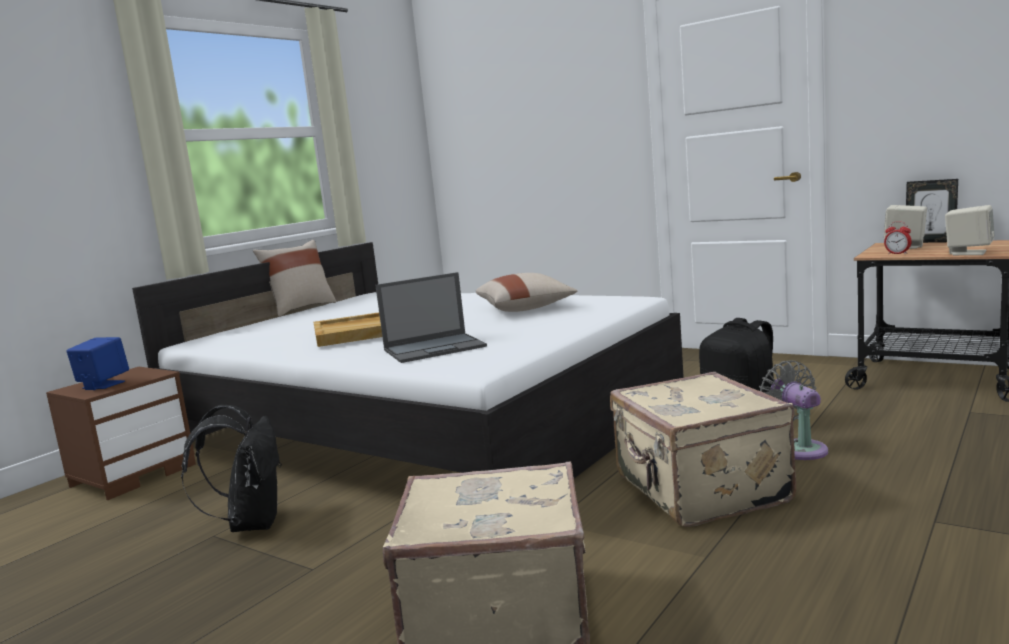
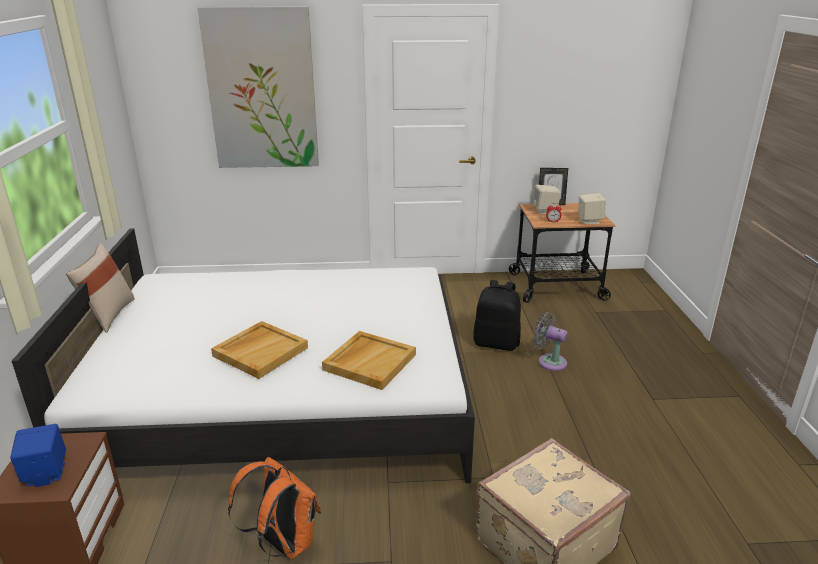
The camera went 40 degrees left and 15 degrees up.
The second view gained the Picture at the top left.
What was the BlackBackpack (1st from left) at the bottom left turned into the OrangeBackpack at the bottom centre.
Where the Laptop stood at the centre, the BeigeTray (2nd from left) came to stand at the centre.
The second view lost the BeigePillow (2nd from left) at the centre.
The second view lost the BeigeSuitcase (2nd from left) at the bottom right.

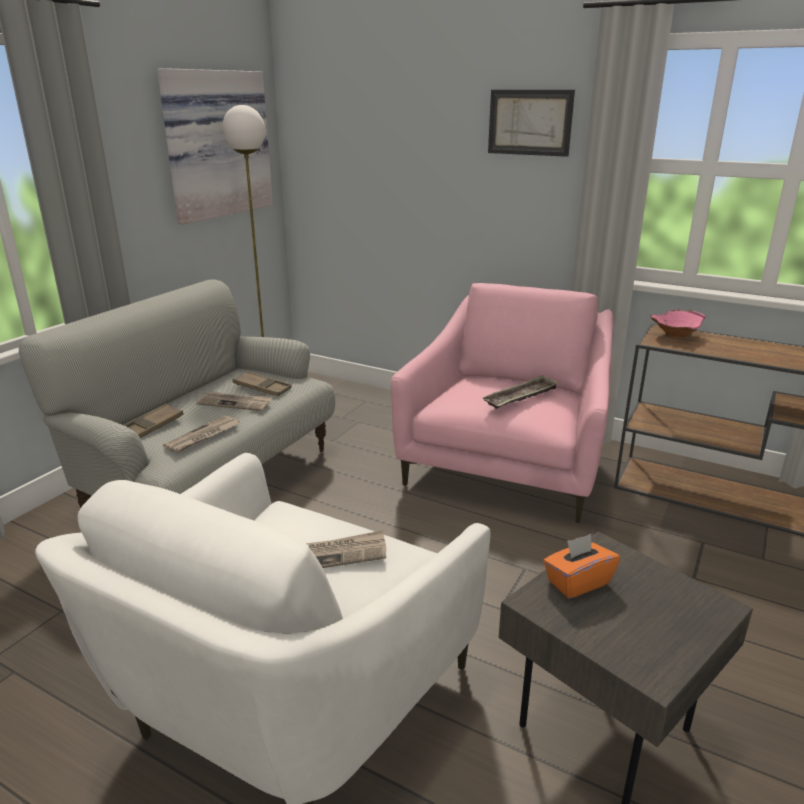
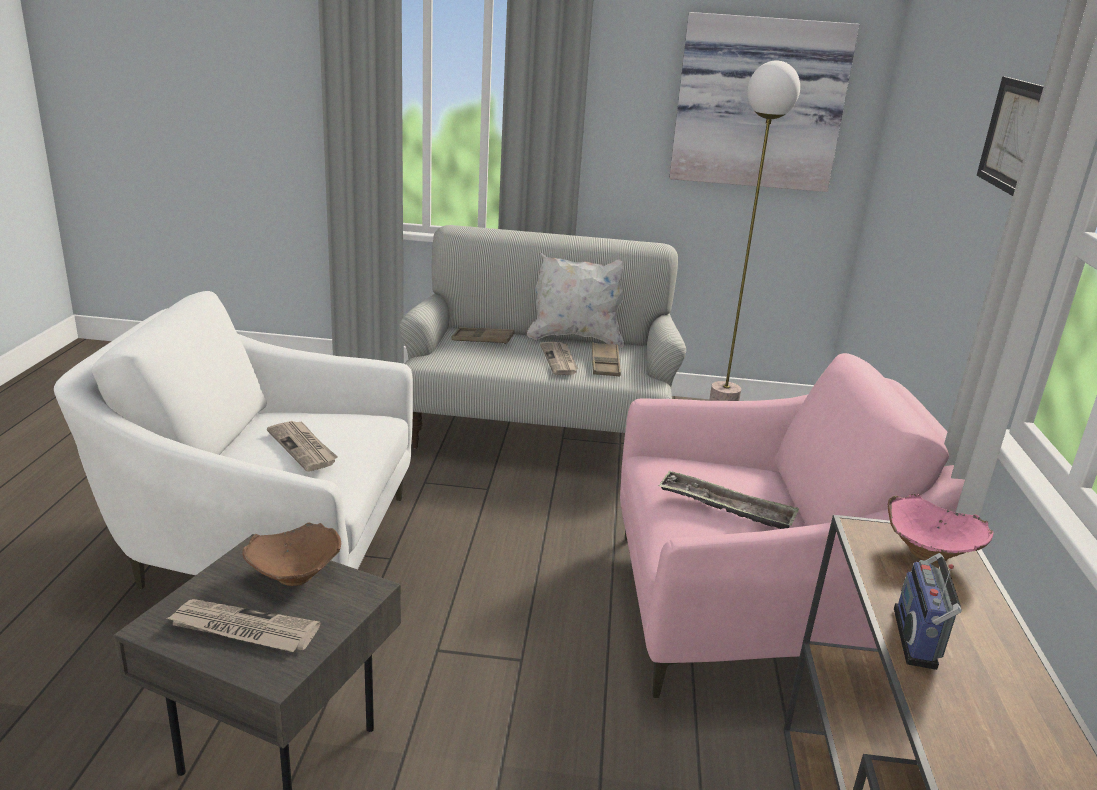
The camera went 65 degrees right and 0 degrees up.
The Newspaper (1st from left) ended up elsewhere, having gone from the middle left to the bottom left.
Where the OrangeTissueBox stood at the bottom right, the BrownBowl came to stand at the bottom left.
The second view gained the WhitePillow at the centre.
The second view gained the Radio at the bottom right.

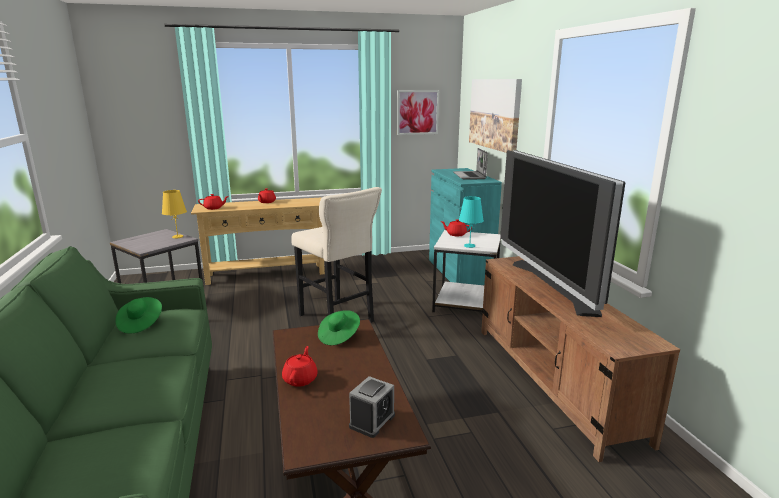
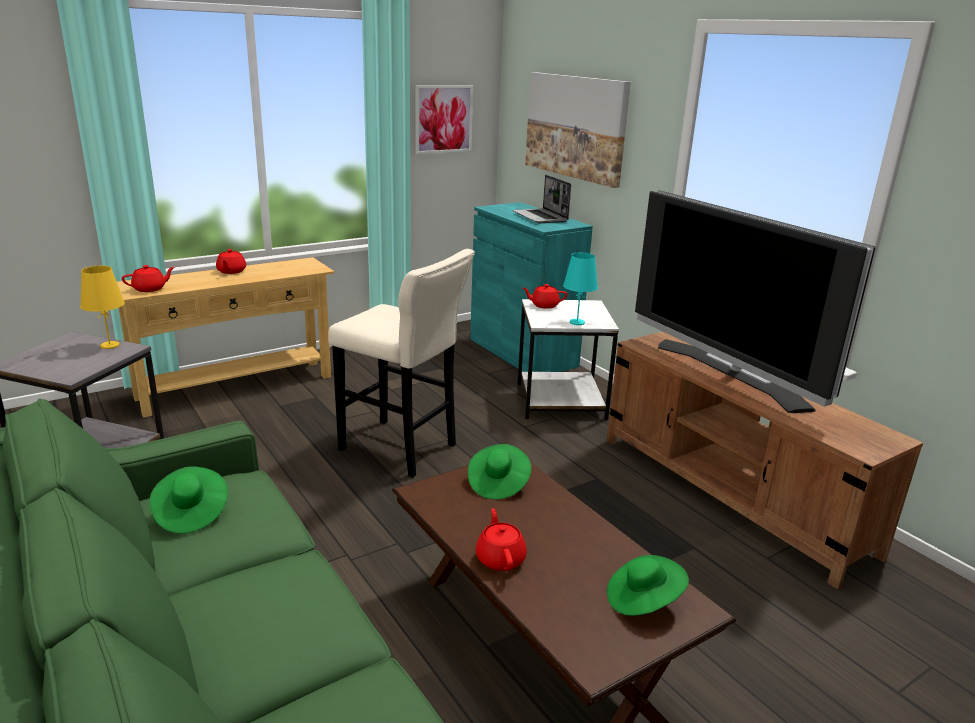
The camera went 20 degrees left and 5 degrees up.
Where the AlarmClock stood at the bottom centre, the GreenHat (3rd from left) came to stand at the bottom centre.

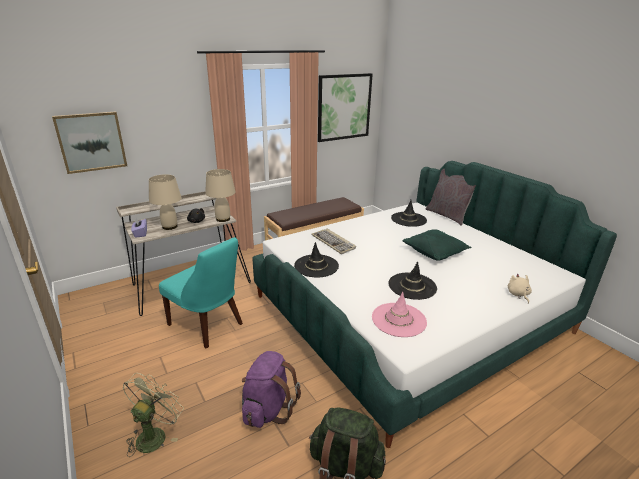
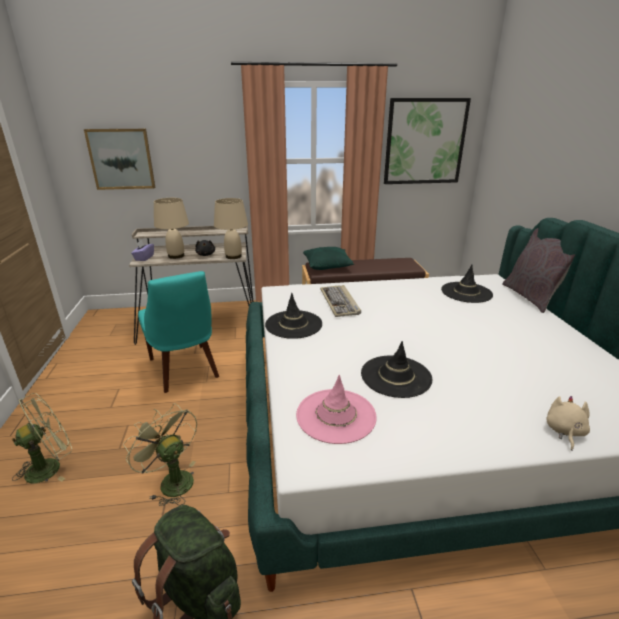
The camera went 25 degrees right and 0 degrees up.
Where the PurpleBackpack stood at the bottom centre, the GreenFan (2nd from left) came to stand at the bottom left.
The GreenPillow ended up elsewhere, having gone from the middle right to the centre.

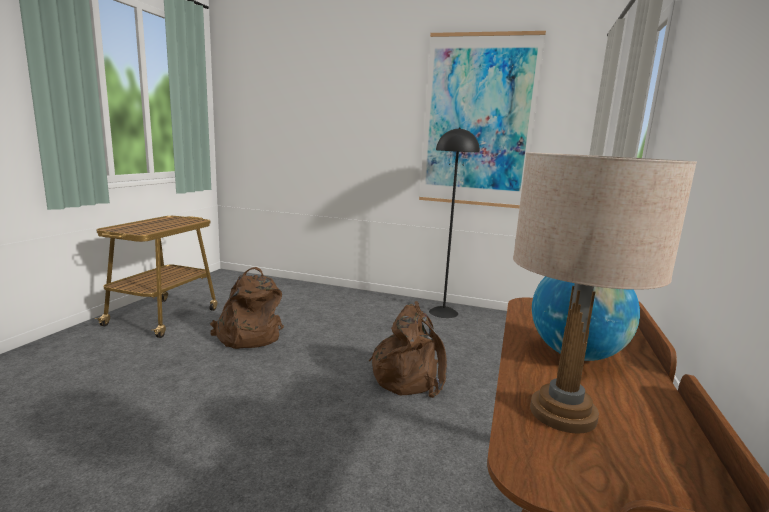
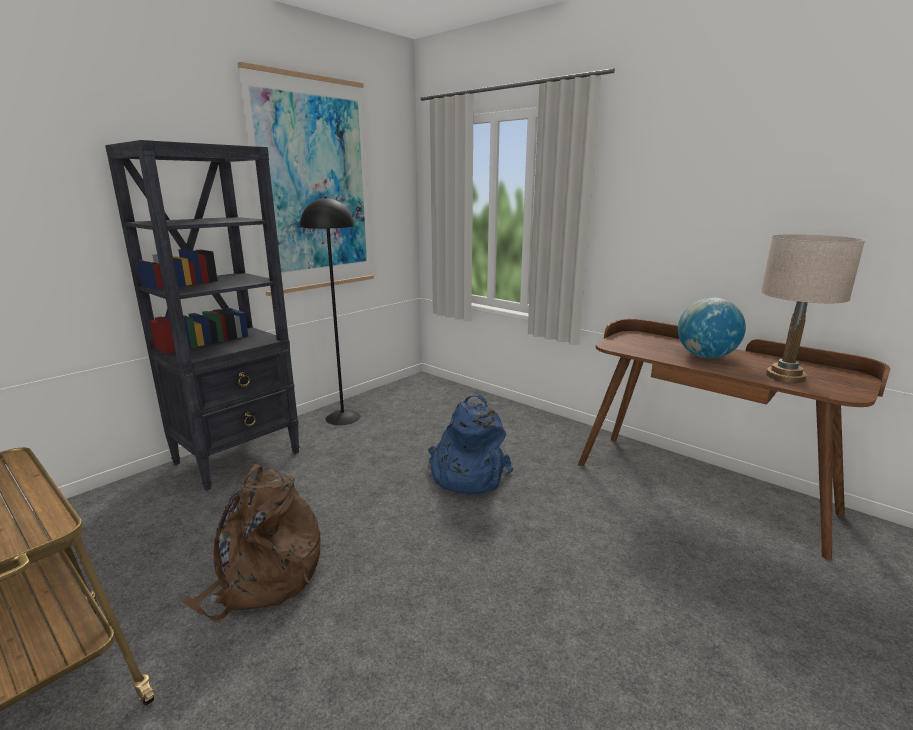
The camera went 65 degrees left and 5 degrees up.
The second view gained the BlackBookcase at the middle left.
What was the BrownBackpack (2nd from left) at the bottom centre turned into the BlueBackpack at the centre.

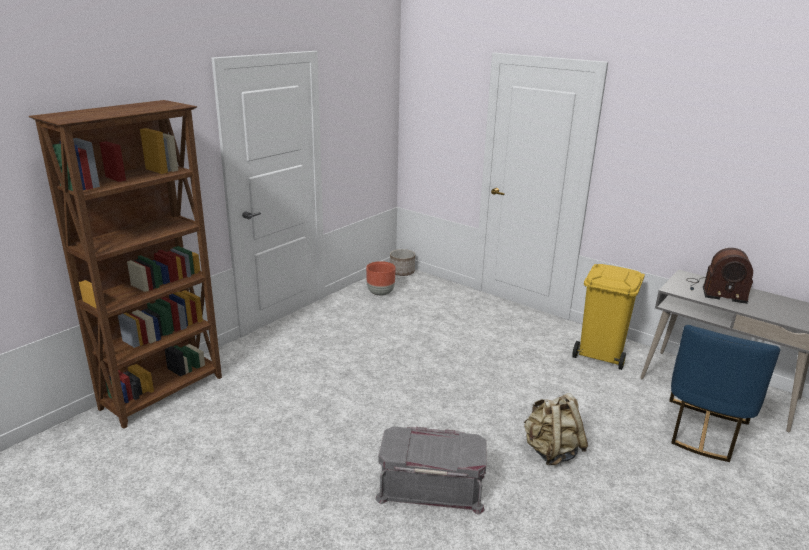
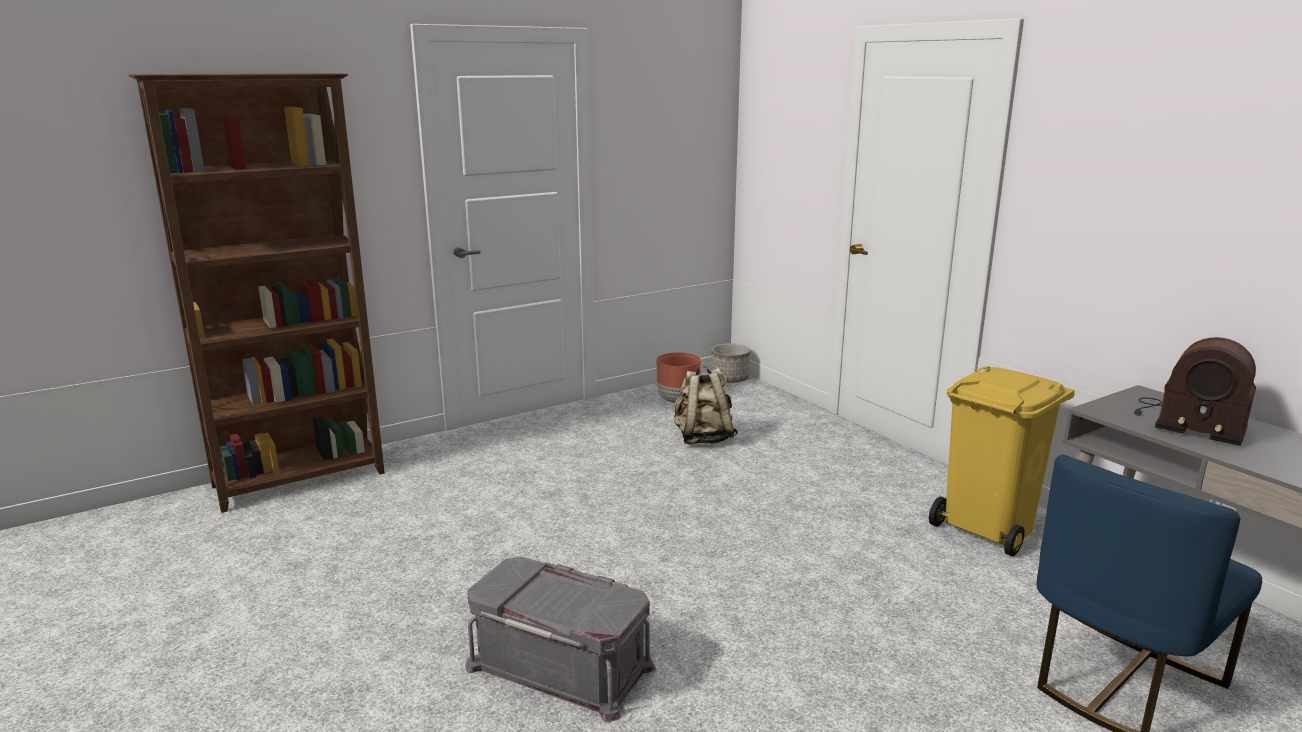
The camera went 20 degrees right and 5 degrees down.
The BeigeBackpack ended up elsewhere, having gone from the bottom right to the centre.

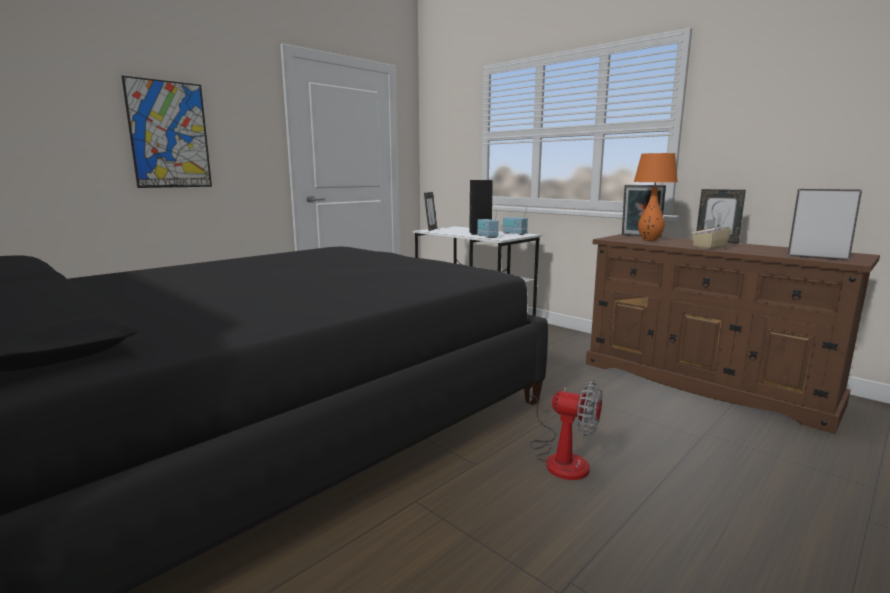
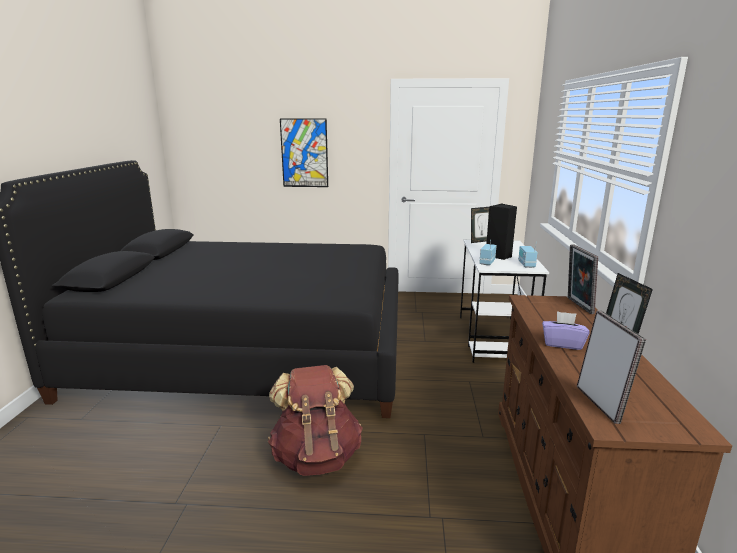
The camera went 50 degrees right and 5 degrees up.
Where the Fan stood at the bottom centre, the BrownBackpack came to stand at the bottom centre.
What was the BeigeTissueBox at the middle right turned into the PurpleTissueBox at the middle right.
The second view lost the OrangeTableLamp at the top right.

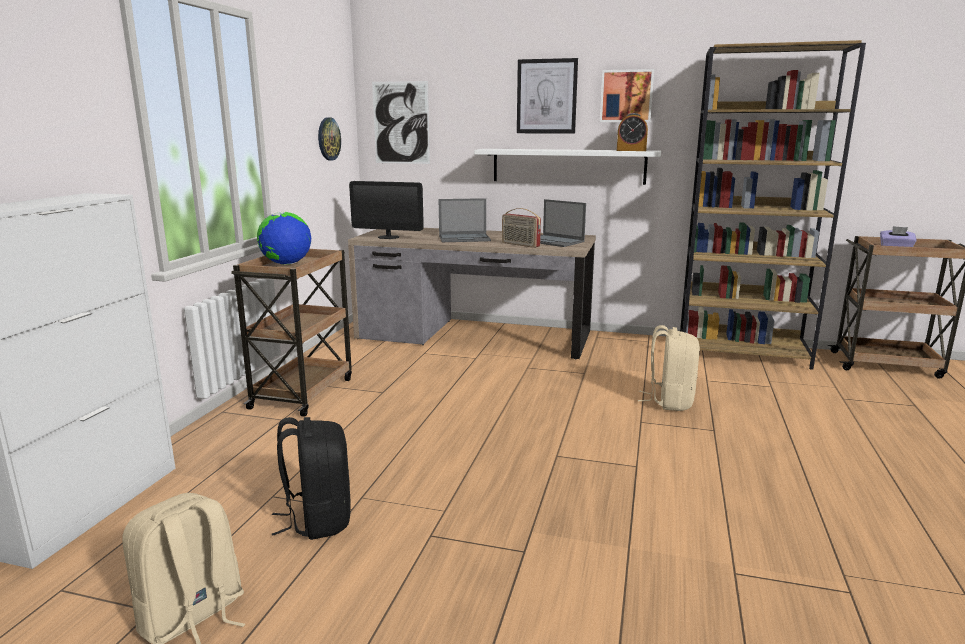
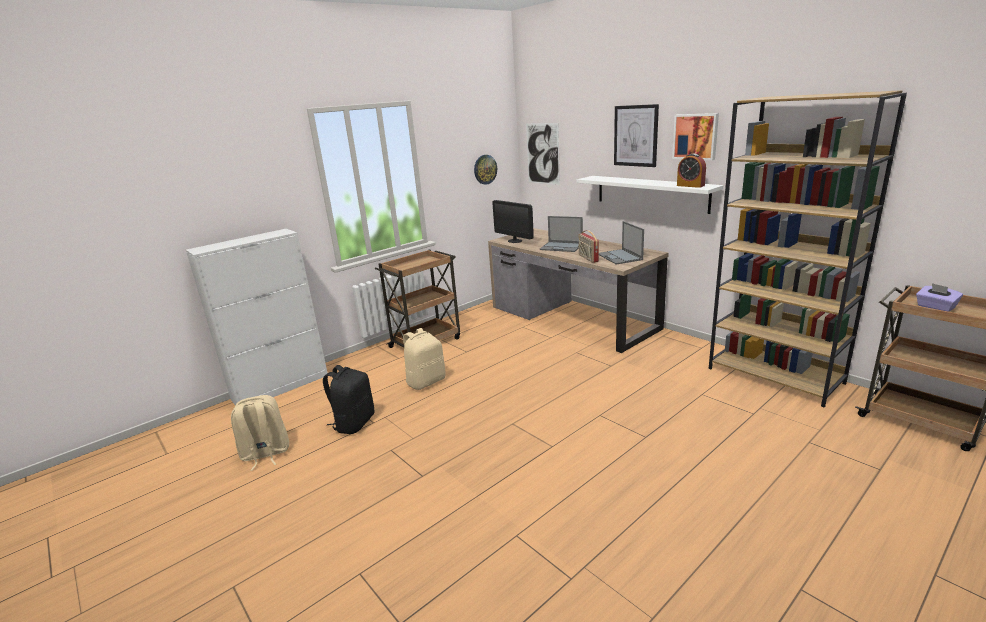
The camera went 35 degrees right and 5 degrees up.
The BeigeBackpack (2nd from left) ended up elsewhere, having gone from the middle right to the centre.
The second view lost the Globe at the middle left.

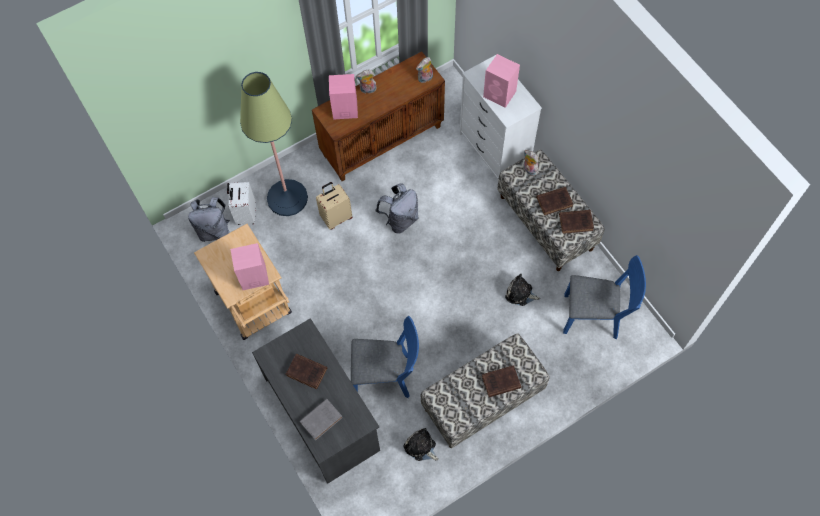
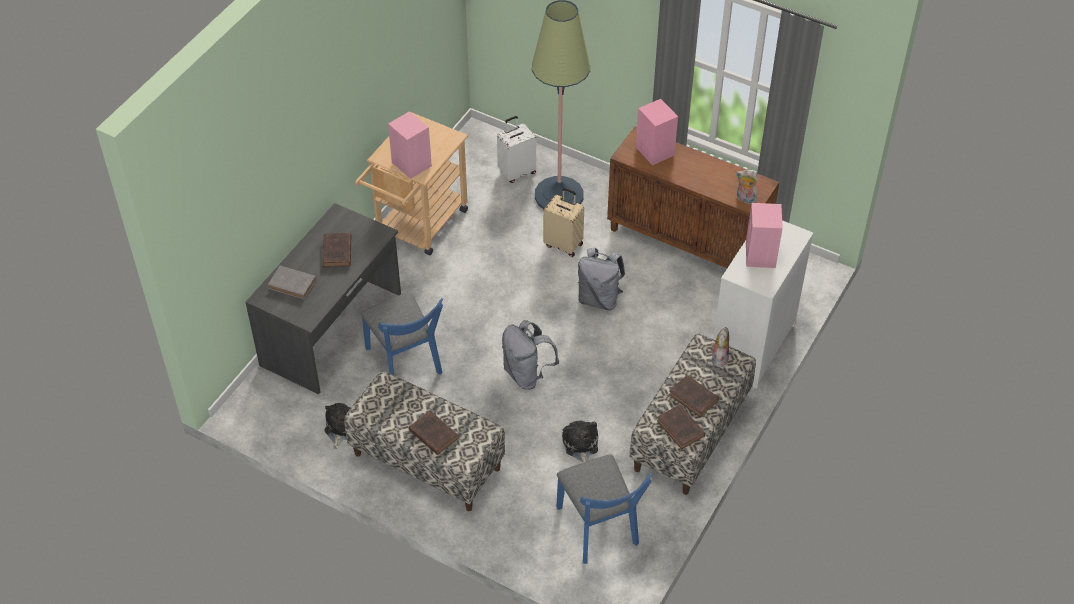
The camera went 60 degrees right and 15 degrees down.
The GreyBackpack (1st from left) ended up elsewhere, having gone from the middle left to the centre.
The second view lost the PlushToy (1st from left) at the top centre.

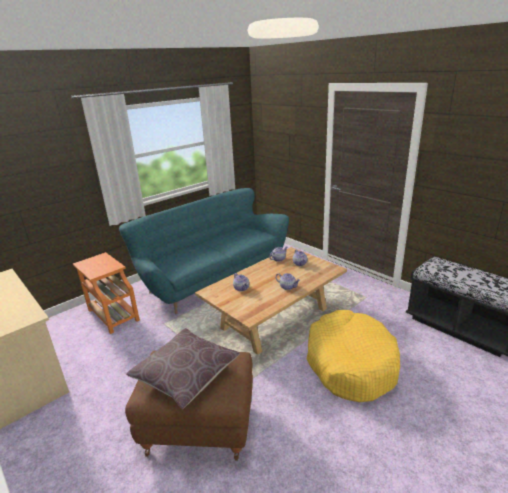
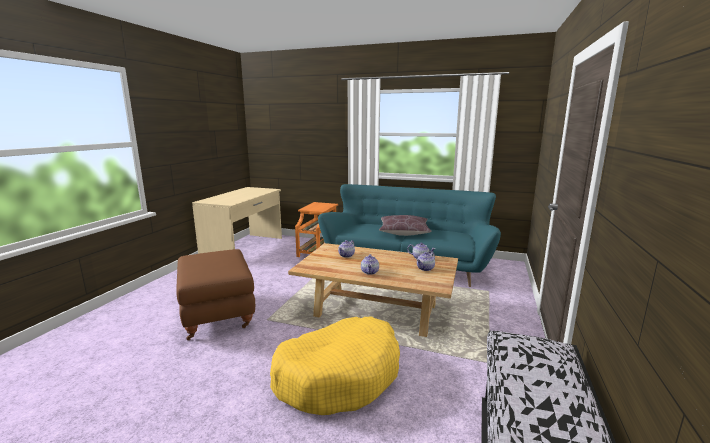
The camera went 60 degrees right and 10 degrees down.
The BrownPillow ended up elsewhere, having gone from the bottom centre to the centre.

